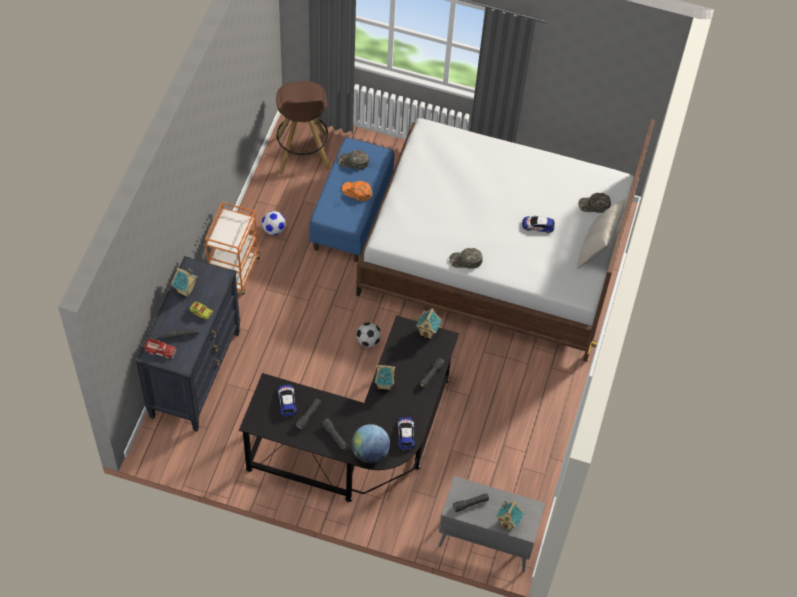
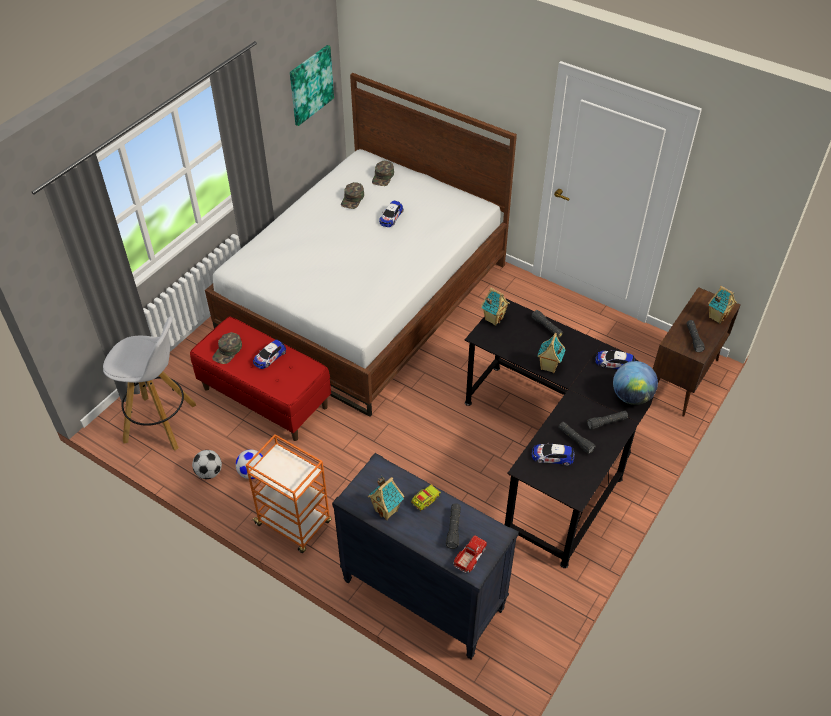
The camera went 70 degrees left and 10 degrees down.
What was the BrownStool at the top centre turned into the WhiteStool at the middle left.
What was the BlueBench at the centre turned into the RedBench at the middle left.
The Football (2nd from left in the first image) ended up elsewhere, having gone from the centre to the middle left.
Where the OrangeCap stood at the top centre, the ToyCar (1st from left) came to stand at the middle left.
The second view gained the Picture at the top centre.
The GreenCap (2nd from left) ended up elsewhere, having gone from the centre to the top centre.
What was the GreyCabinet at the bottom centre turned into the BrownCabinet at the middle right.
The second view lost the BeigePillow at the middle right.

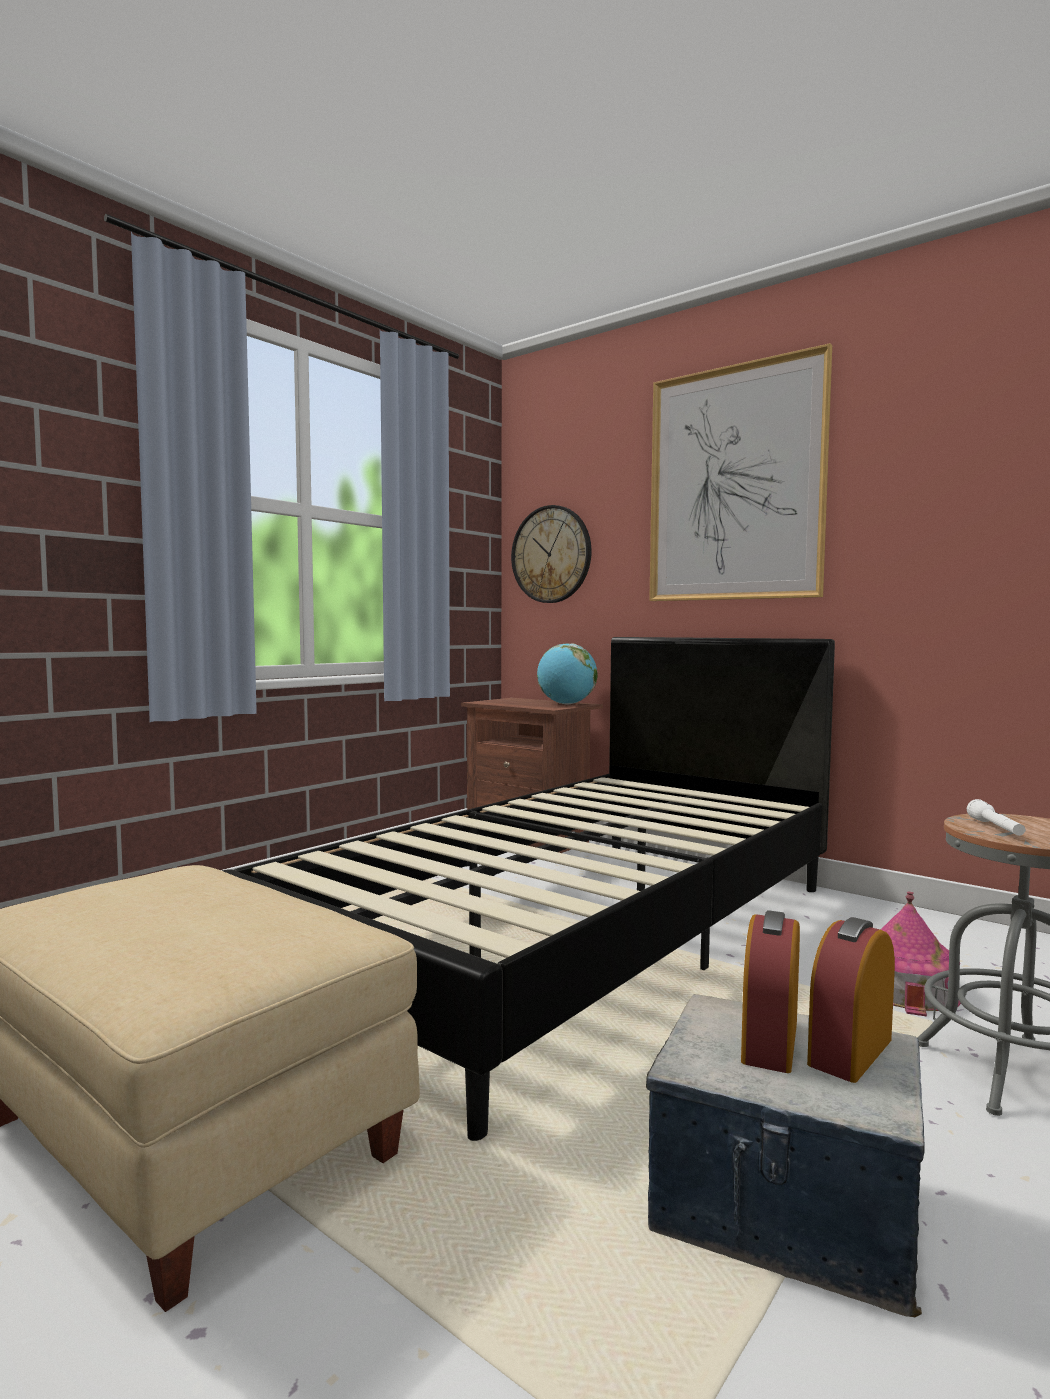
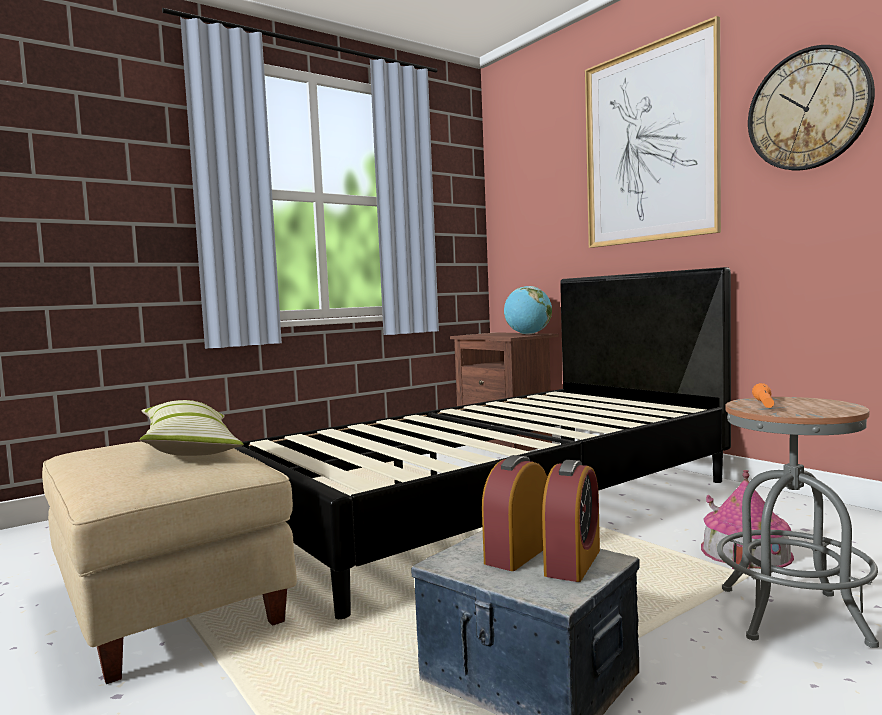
The camera went 15 degrees right and 0 degrees up.
The second view gained the Pillow at the middle left.
The AlarmClock (2nd from left) at the bottom right ended up facing another way, 150 degrees clockwise from before.
The WallClock ended up elsewhere, having gone from the centre to the top right.
What was the WhiteFlashlight at the middle right turned into the OrangeFlashlight at the middle right.

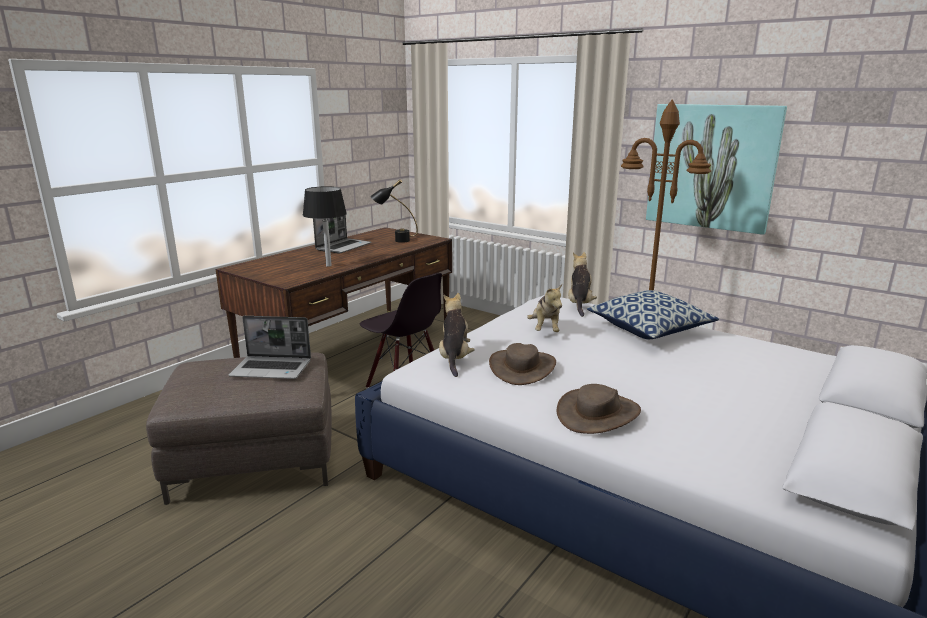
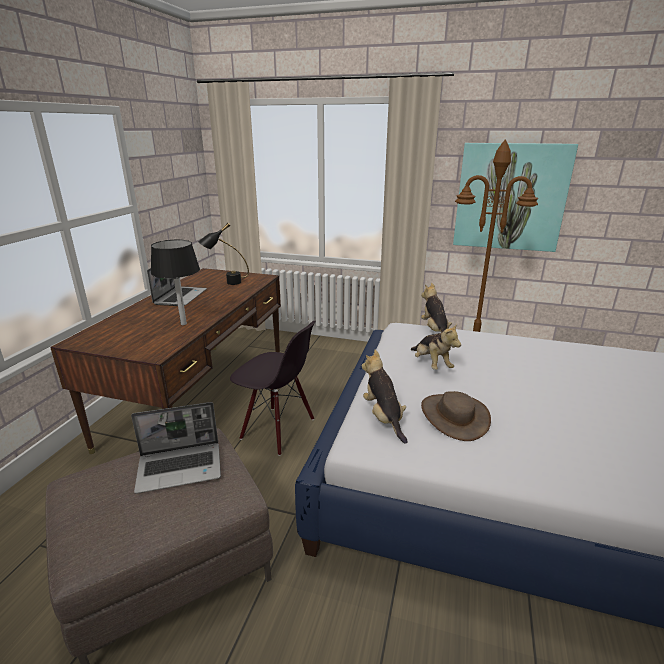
The camera went 20 degrees left and 5 degrees up.
The second view lost the BrownHat (2nd from left) at the centre.
The second view lost the Pillow at the middle right.

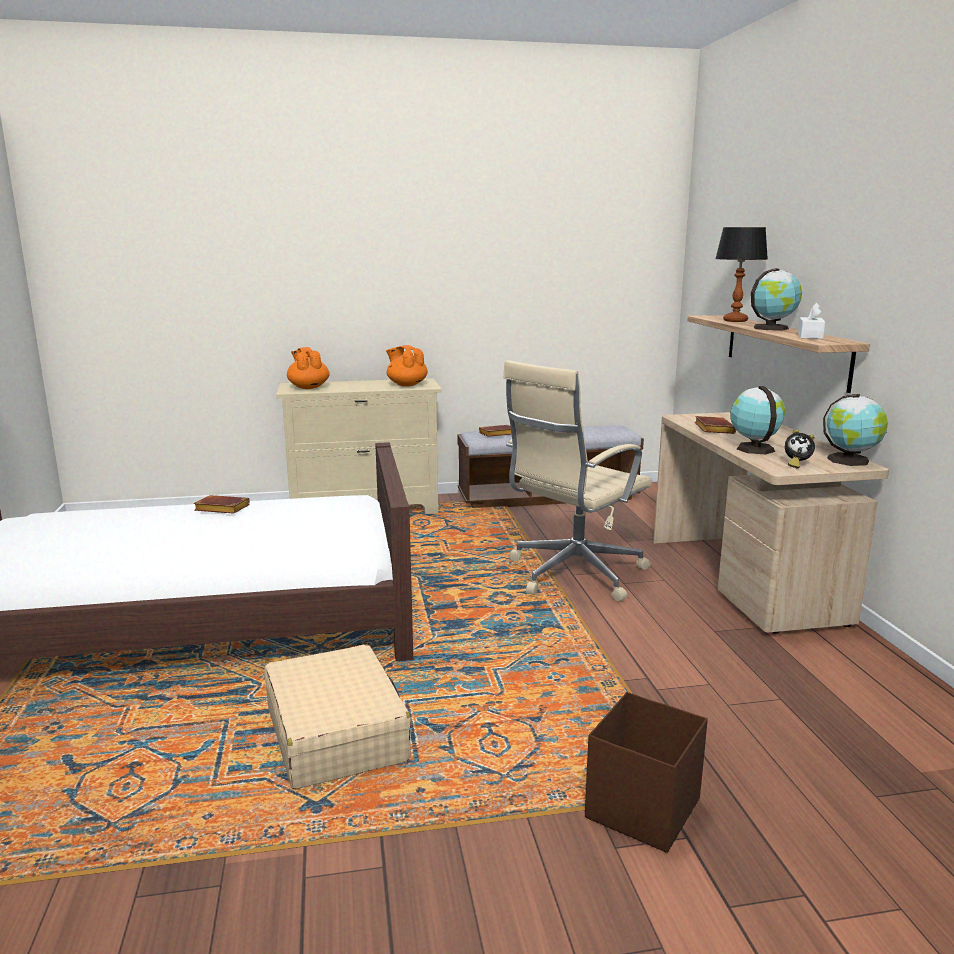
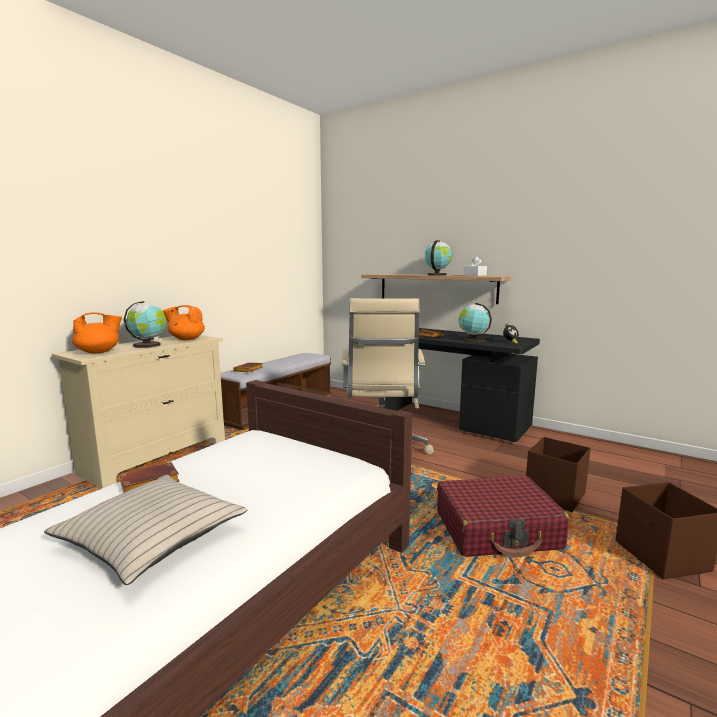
The camera went 45 degrees left and 5 degrees down.
The second view gained the BeigePillow at the bottom left.
The OrangeTeapot (1st from left) at the middle left ended up facing another way, 135 degrees clockwise from before.
The Globe (3rd from left in the first image) ended up elsewhere, having gone from the middle right to the middle left.
What was the BeigeDesk at the middle right turned into the BlackDesk at the centre.
The second view gained the RedSuitcase at the bottom right.
The second view gained the BrownStorageBox (1st from left) at the middle right.
The second view lost the BeigeSuitcase at the bottom centre.
The second view lost the TableLamp at the top right.

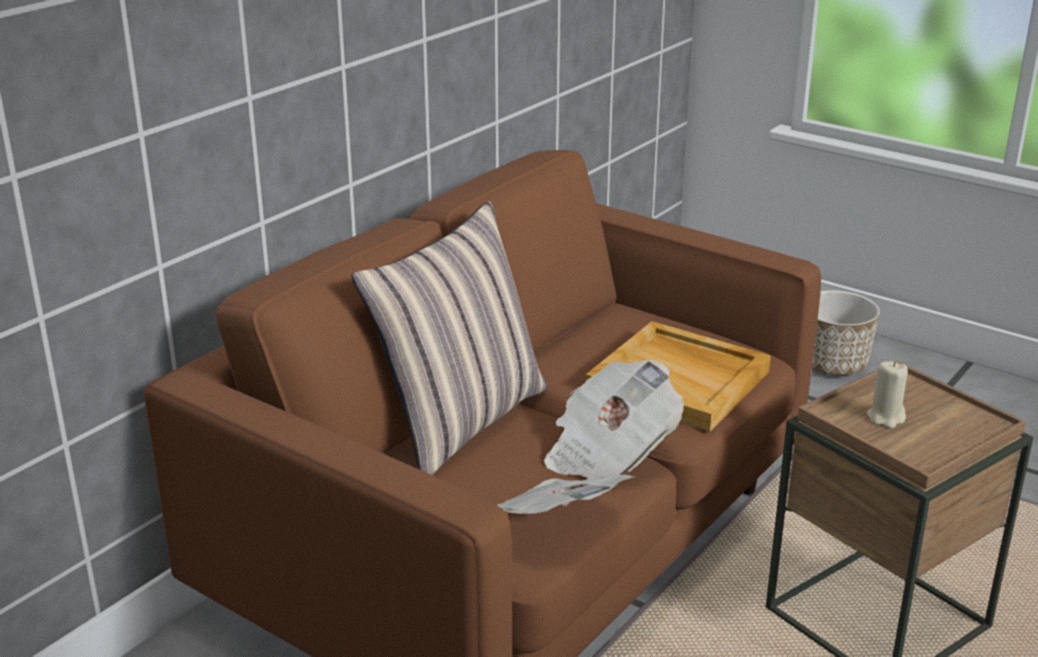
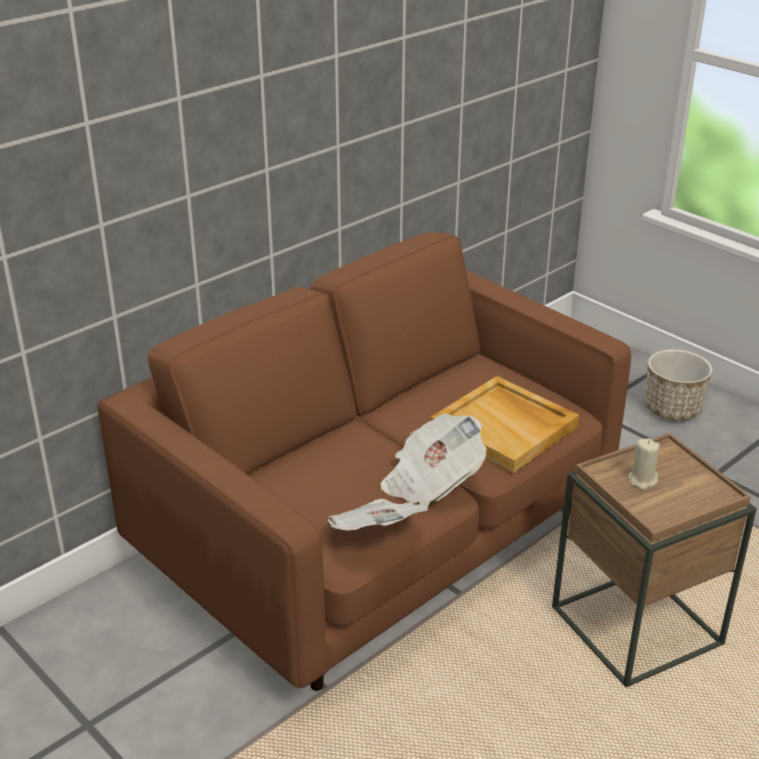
The camera went 10 degrees right and 5 degrees up.
The second view lost the Pillow at the centre.

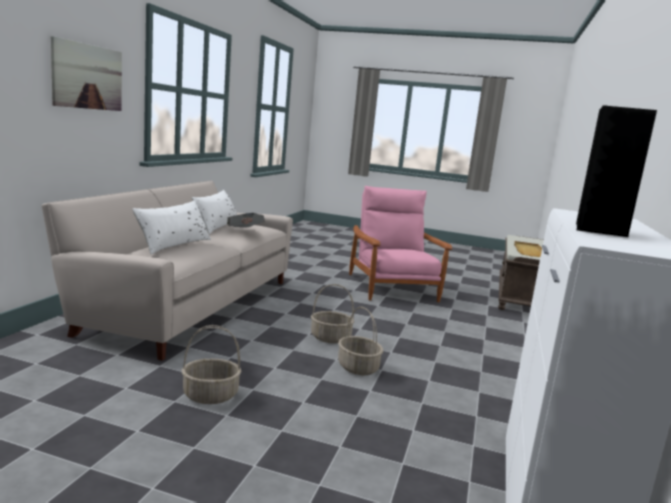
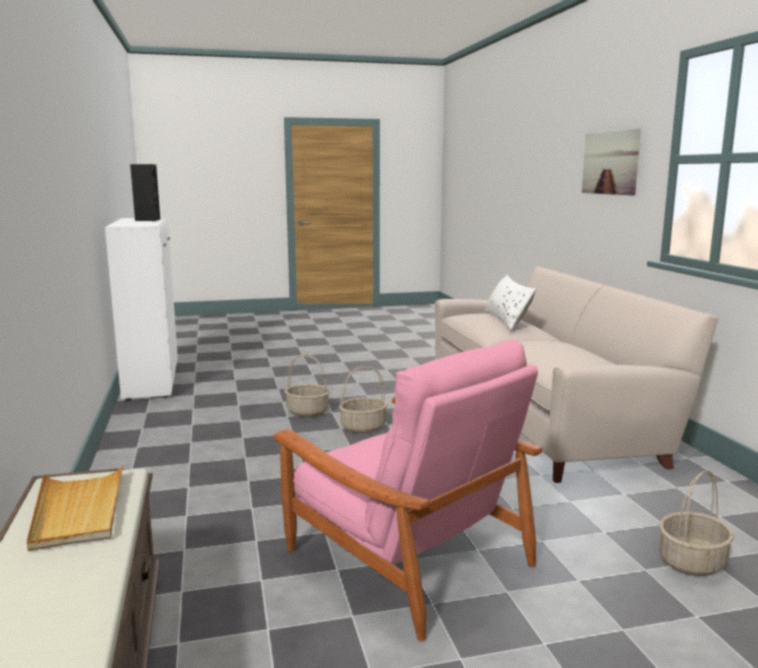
The camera went 150 degrees right and 0 degrees up.
The Basket (1st from left in the first image) ended up elsewhere, having gone from the bottom left to the bottom right.
The second view lost the WhitePillow (2nd from left) at the middle left.
The second view lost the Newspaper at the centre.

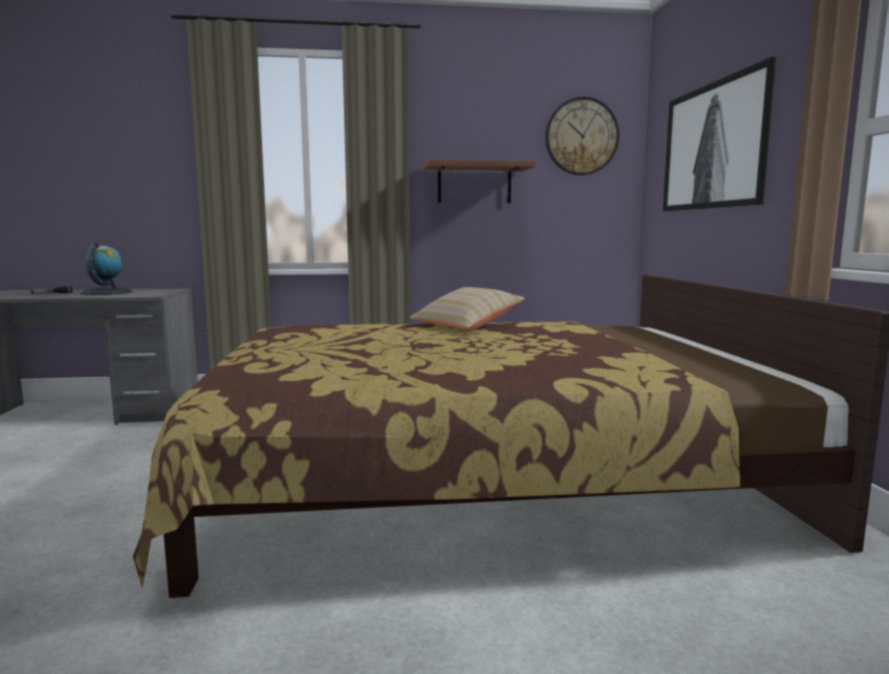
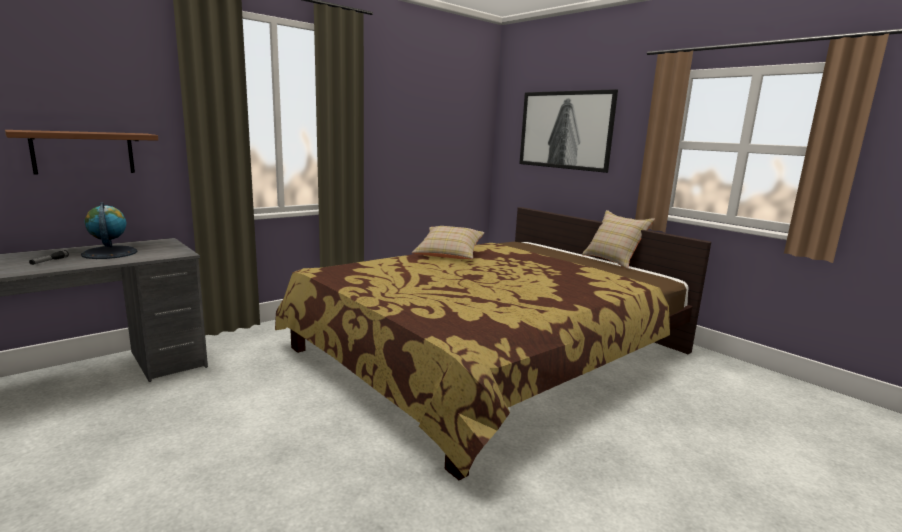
The camera went 35 degrees left and 5 degrees up.
The Shelf ended up elsewhere, having gone from the top centre to the top left.
The second view gained the BeigePillow (2nd from left) at the middle right.
The second view lost the WallClock at the top centre.

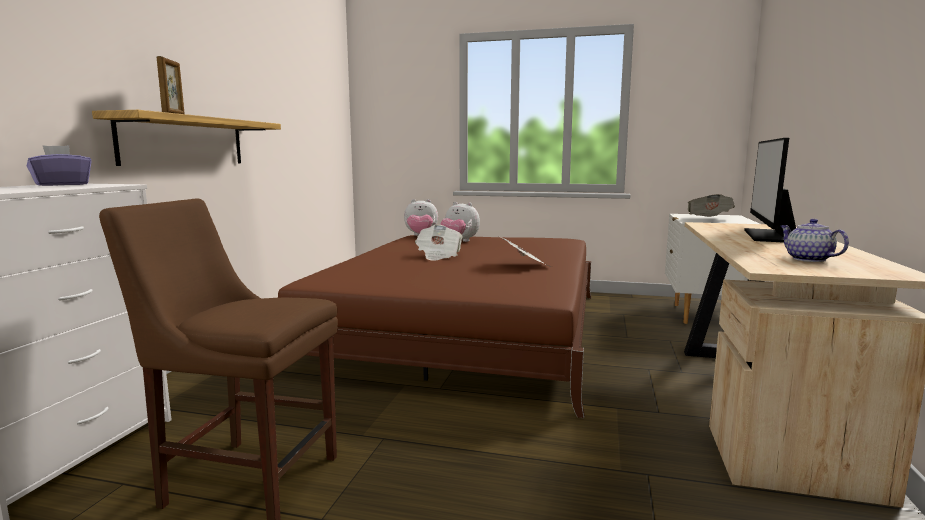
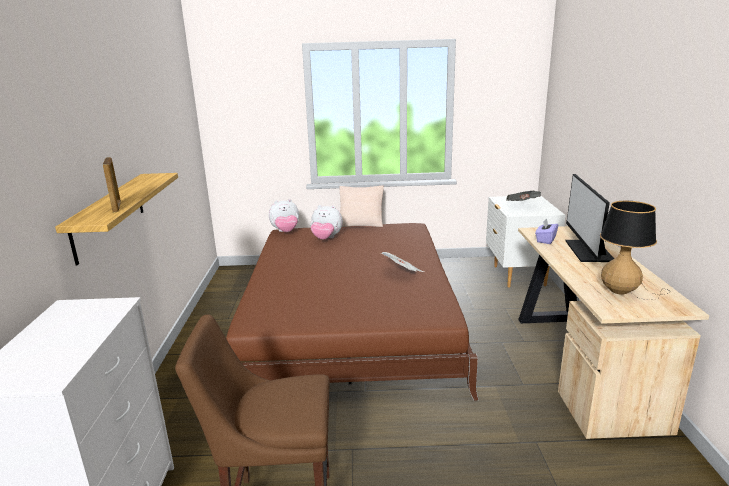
The camera went 15 degrees left and 10 degrees up.
The second view gained the BeigePillow at the centre.
The PurpleTissueBox ended up elsewhere, having gone from the top left to the middle right.
Where the Teapot stood at the middle right, the TableLamp came to stand at the middle right.
The second view lost the Newspaper (1st from left) at the centre.

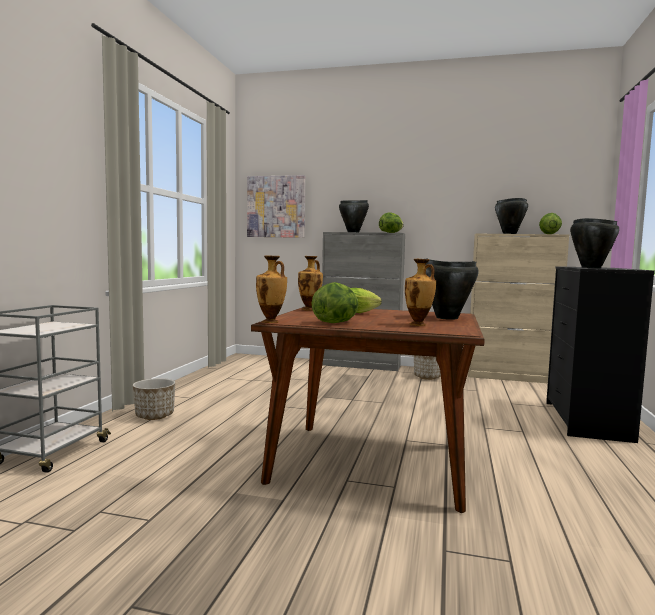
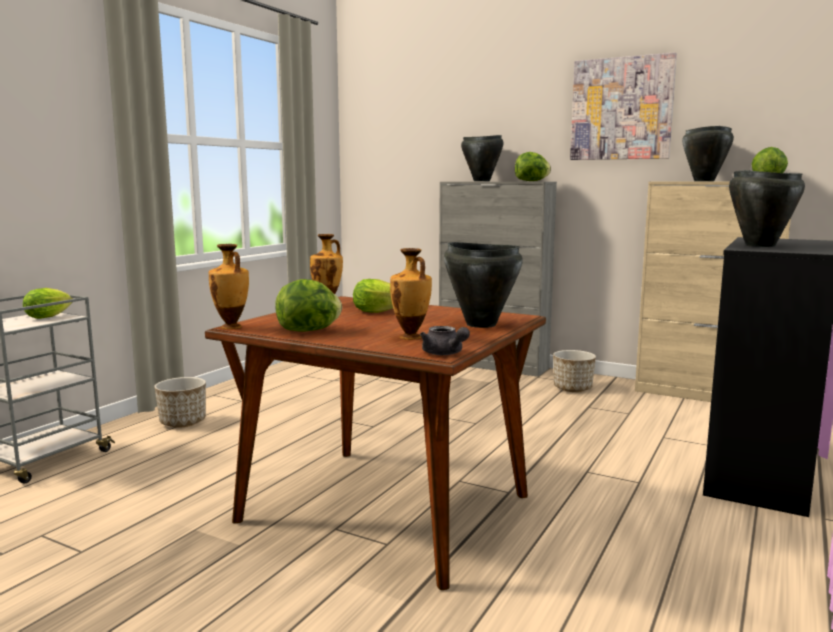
The camera went 15 degrees right and 5 degrees up.
The second view gained the Lettuce (1st from left) at the middle left.
The second view gained the GreyTeapot at the centre.
The Picture ended up elsewhere, having gone from the centre to the top right.

